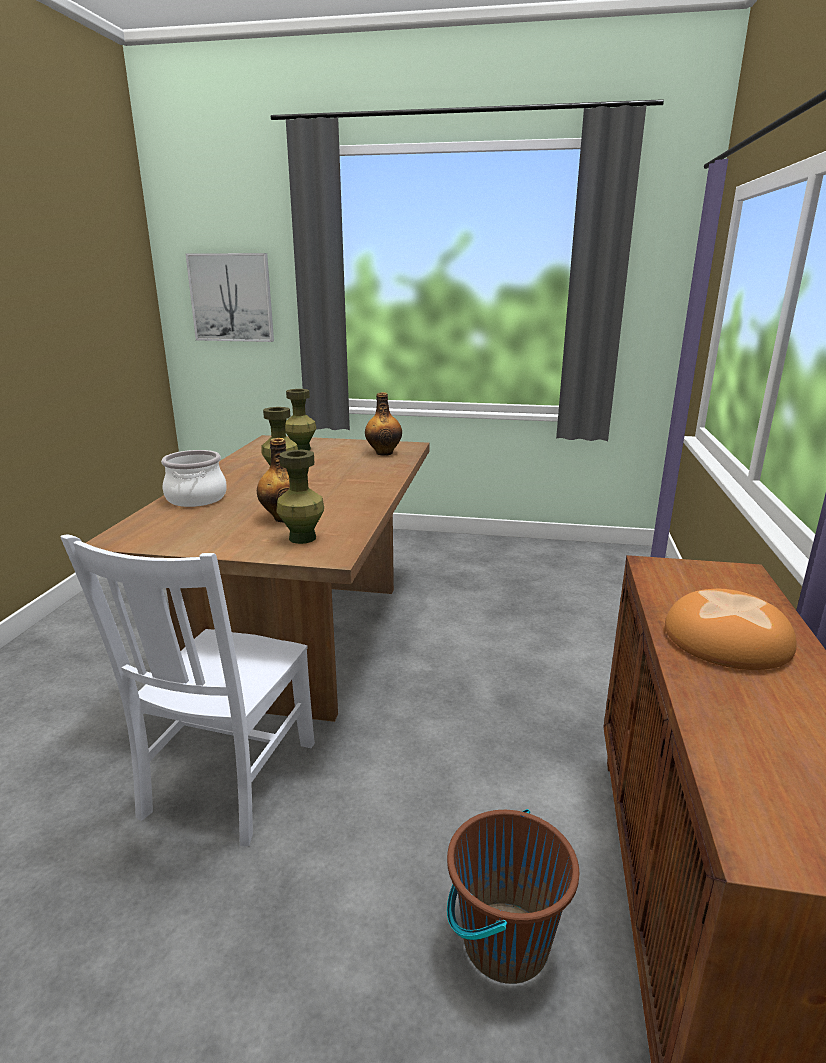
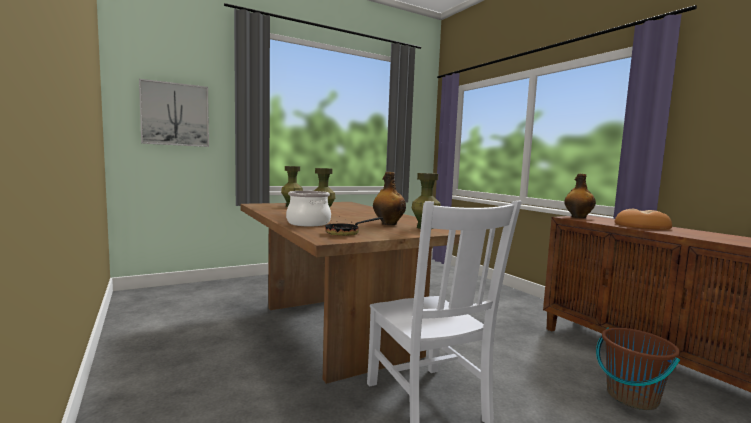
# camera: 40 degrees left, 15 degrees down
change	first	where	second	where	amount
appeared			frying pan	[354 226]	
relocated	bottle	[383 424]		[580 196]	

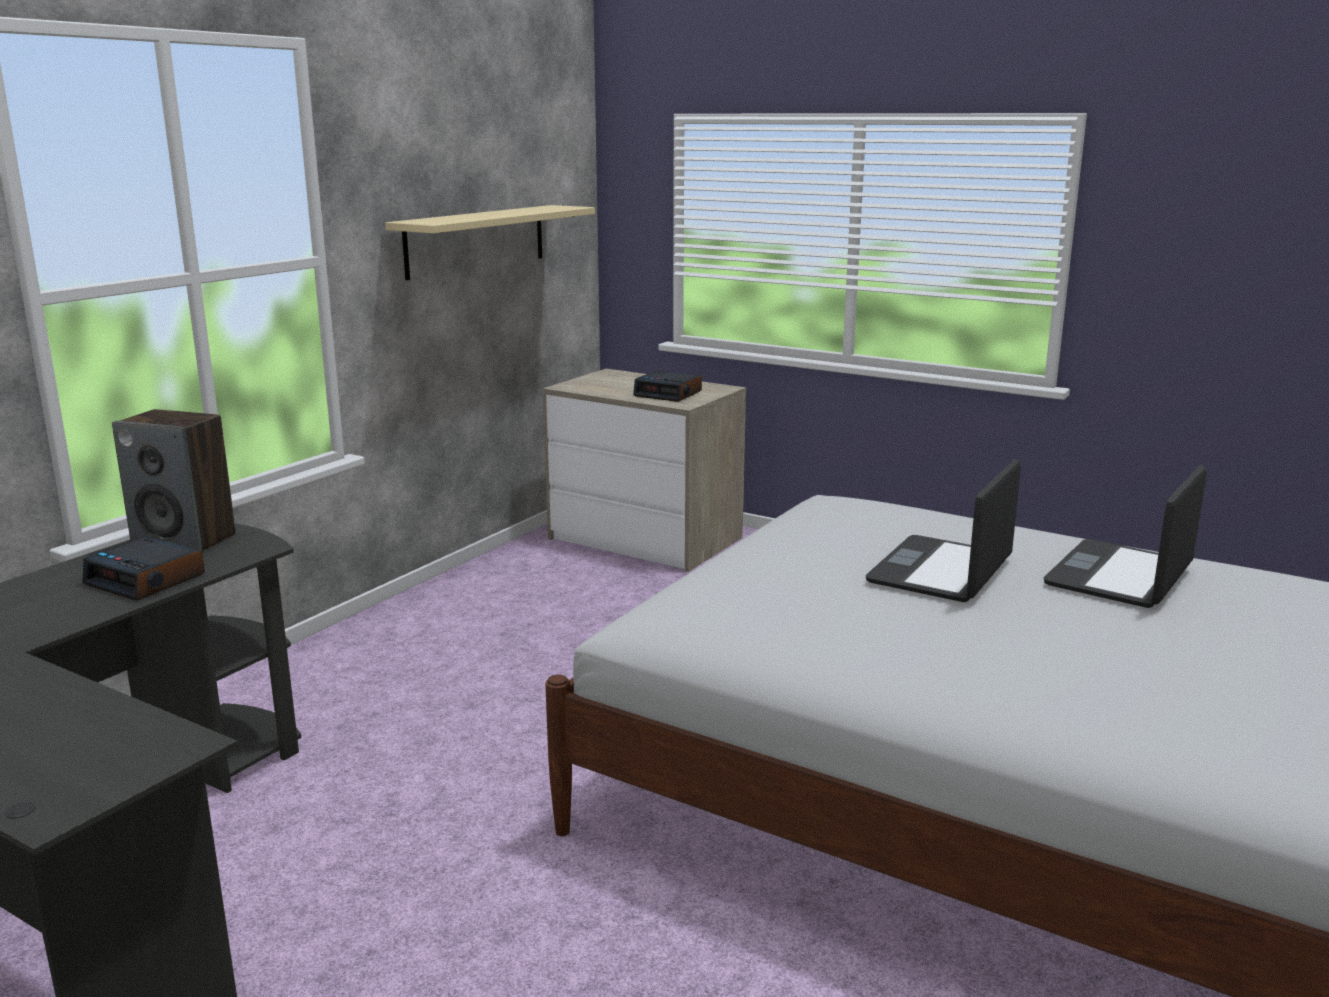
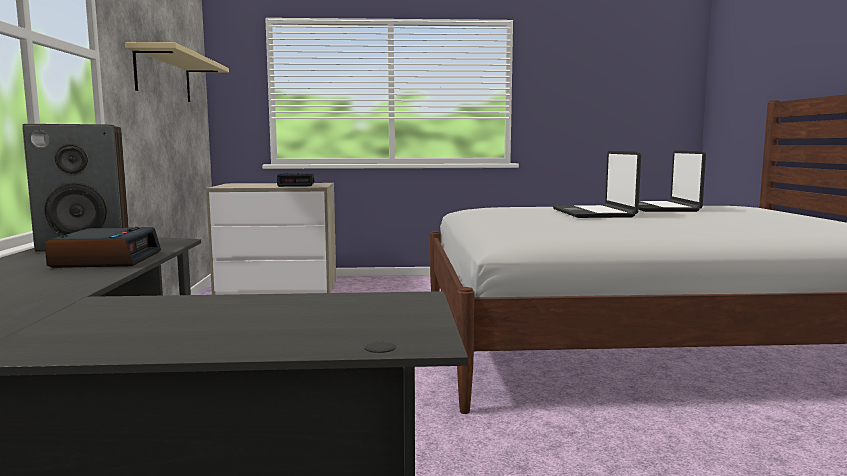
# camera: 35 degrees left, 10 degrees down
change	first	where	second	where	amount
spun	alarm clock	[143 568]		[103 247]	90 degrees counterclockwise

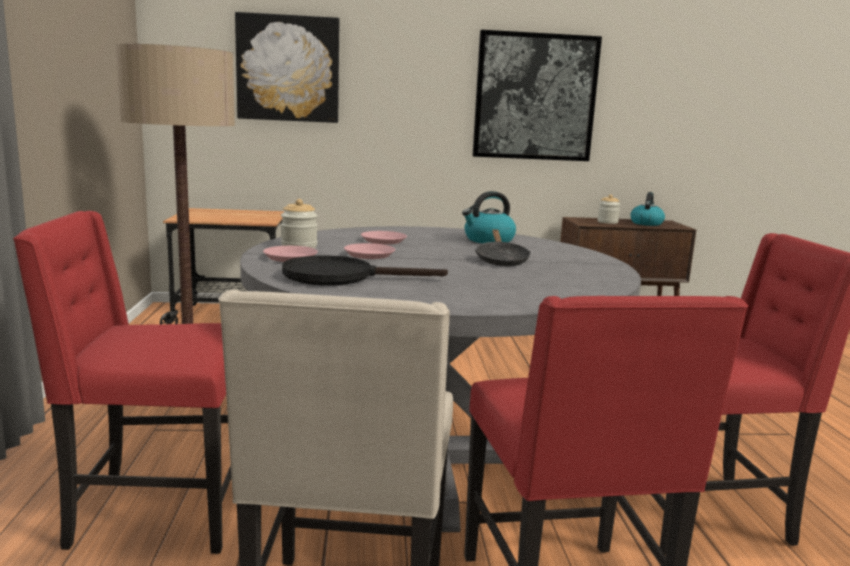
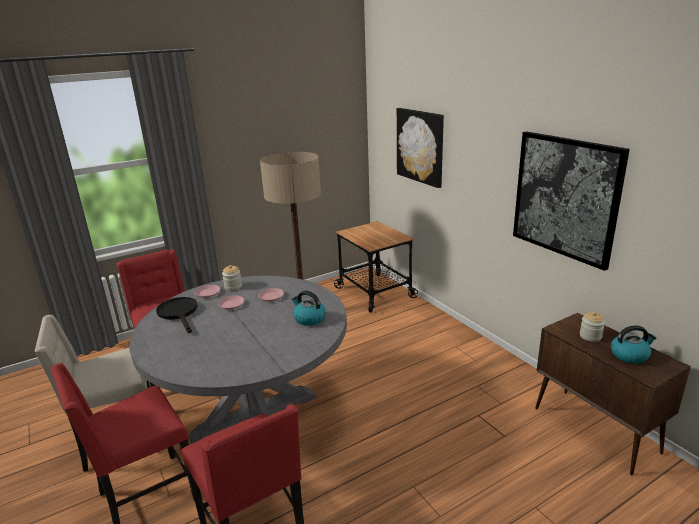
# camera: 65 degrees right, 10 degrees up
change	first	where	second	where	amount
missing	black frying pan	[503 247]			

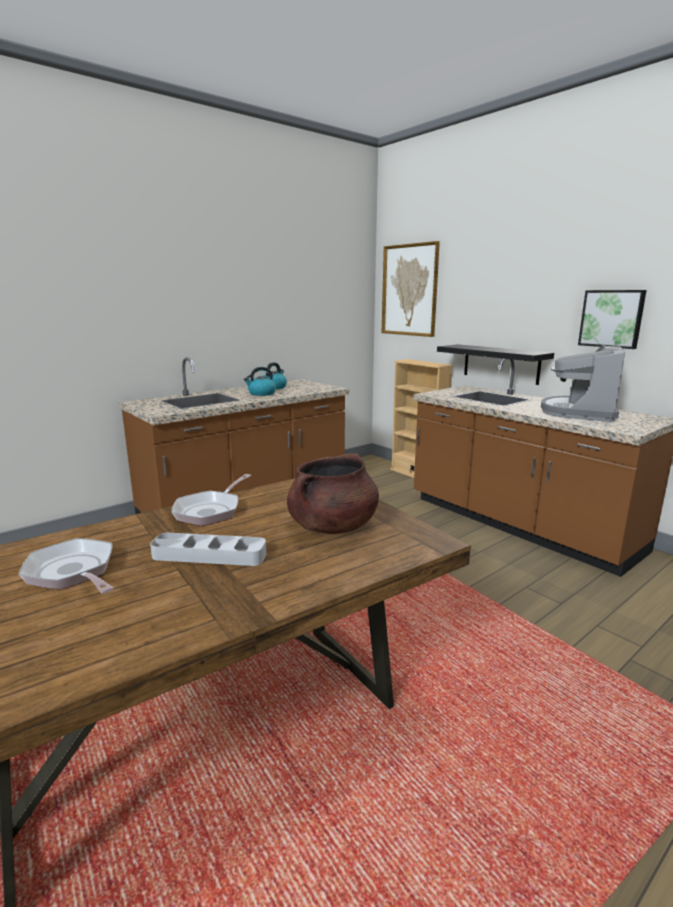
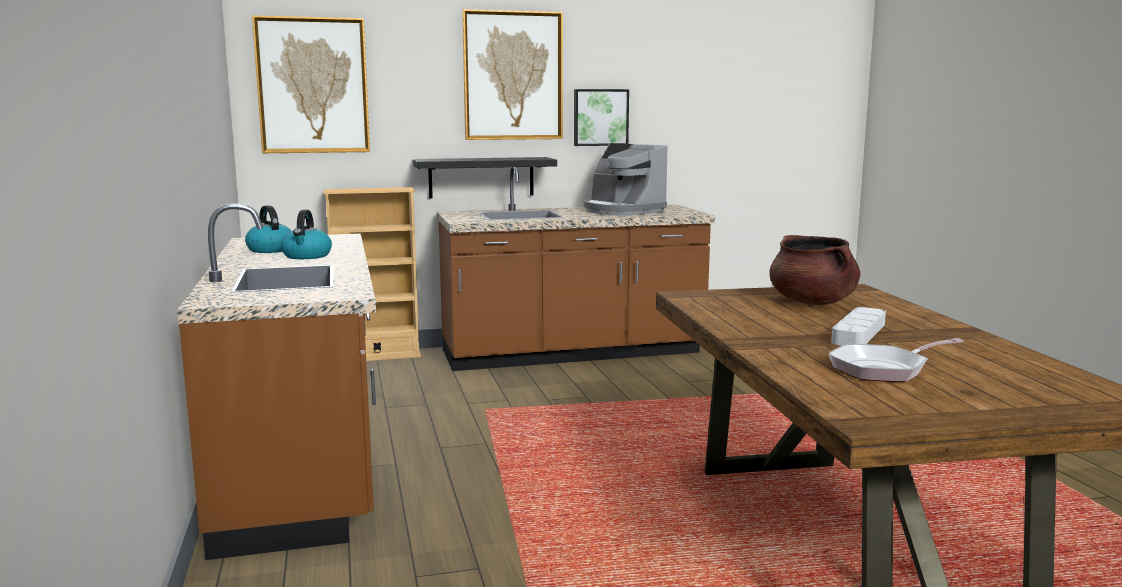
# camera: 65 degrees left, 5 degrees down
change	first	where	second	where	amount
appeared			picture	[512 74]	
missing	frying pan	[211 500]			

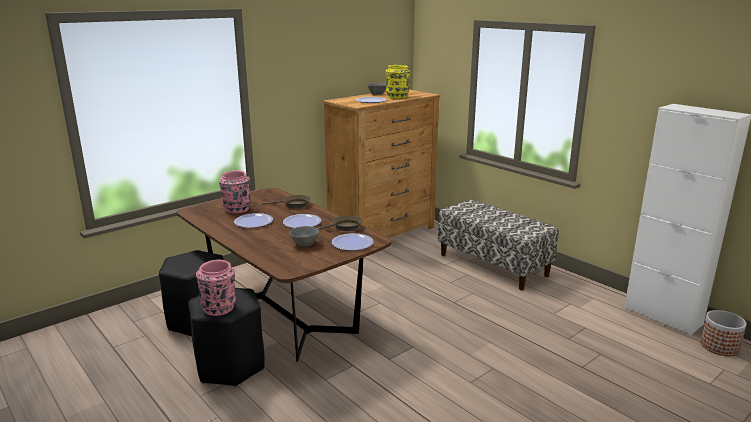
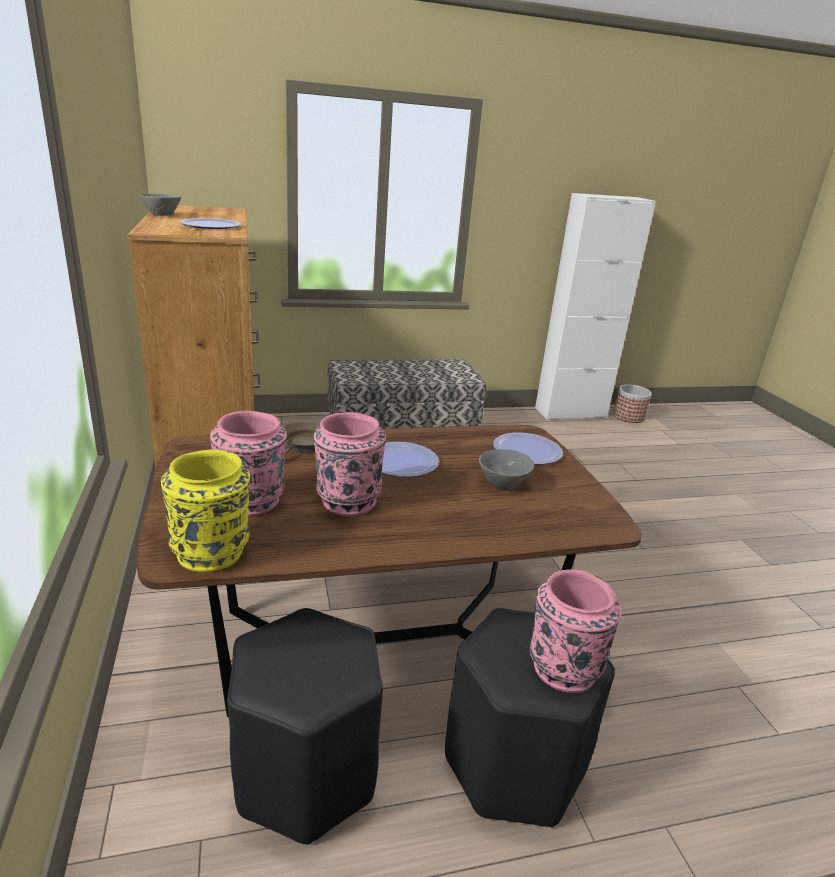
# camera: 65 degrees left, 5 degrees up
change	first	where	second	where	amount
relocated	yellow vase	[398 82]		[205 510]	
exchanged	plate	[253 220]	pink vase	[350 464]	
missing	brown frying pan	[340 223]			

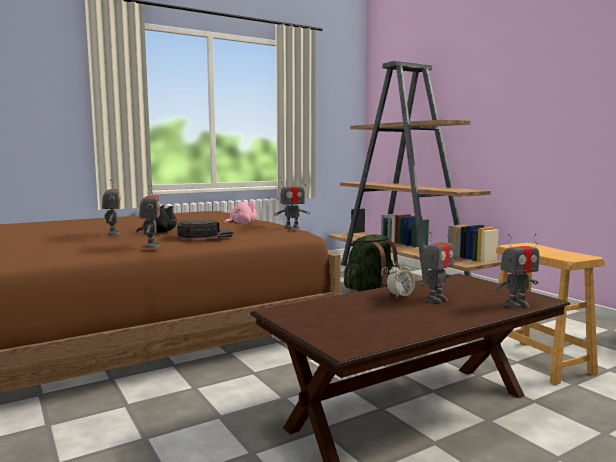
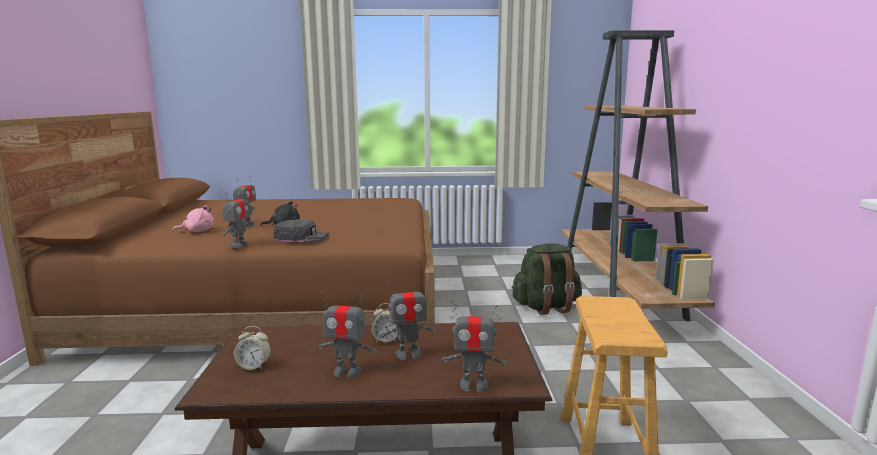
# camera: 30 degrees right, 5 degrees up
change	first	where	second	where	amount
relocated	pink plush toy	[240 212]		[193 218]	
appeared			alarm clock	[252 348]	
relocated	toy robot	[292 203]		[347 334]	

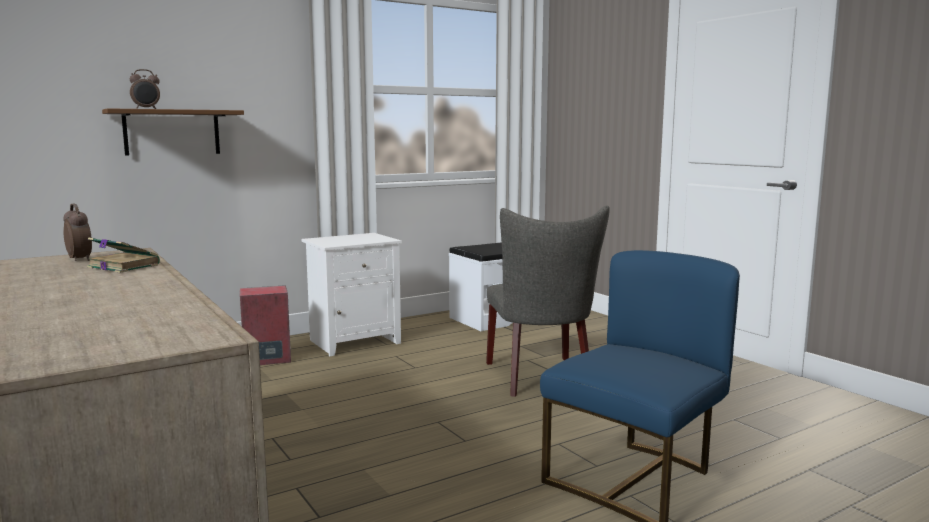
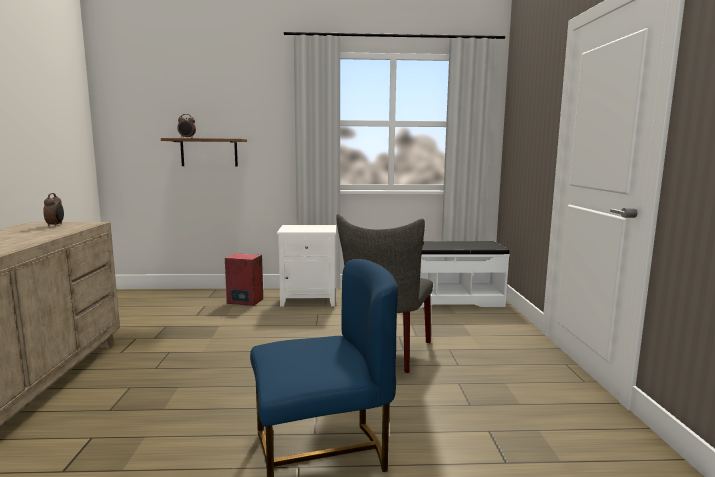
# camera: 30 degrees right, 0 degrees up
change	first	where	second	where	amount
missing	book	[123 255]			

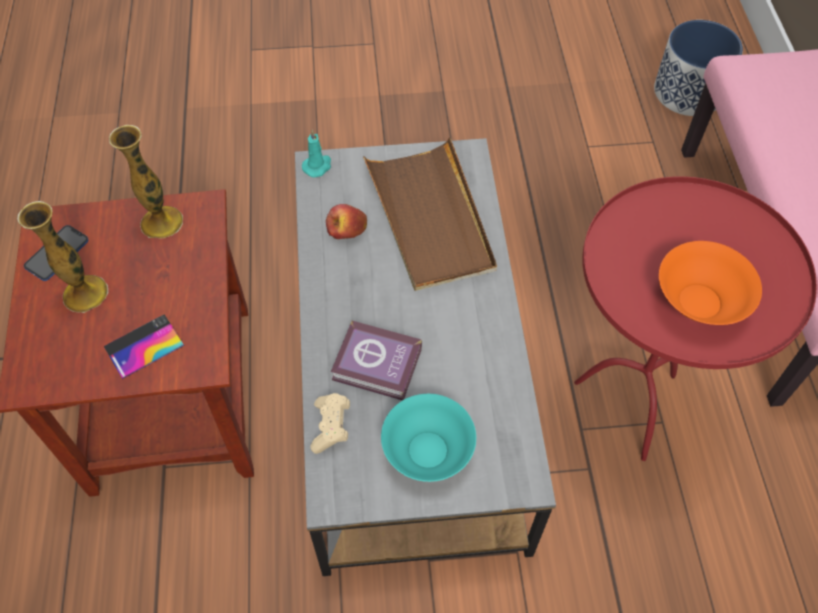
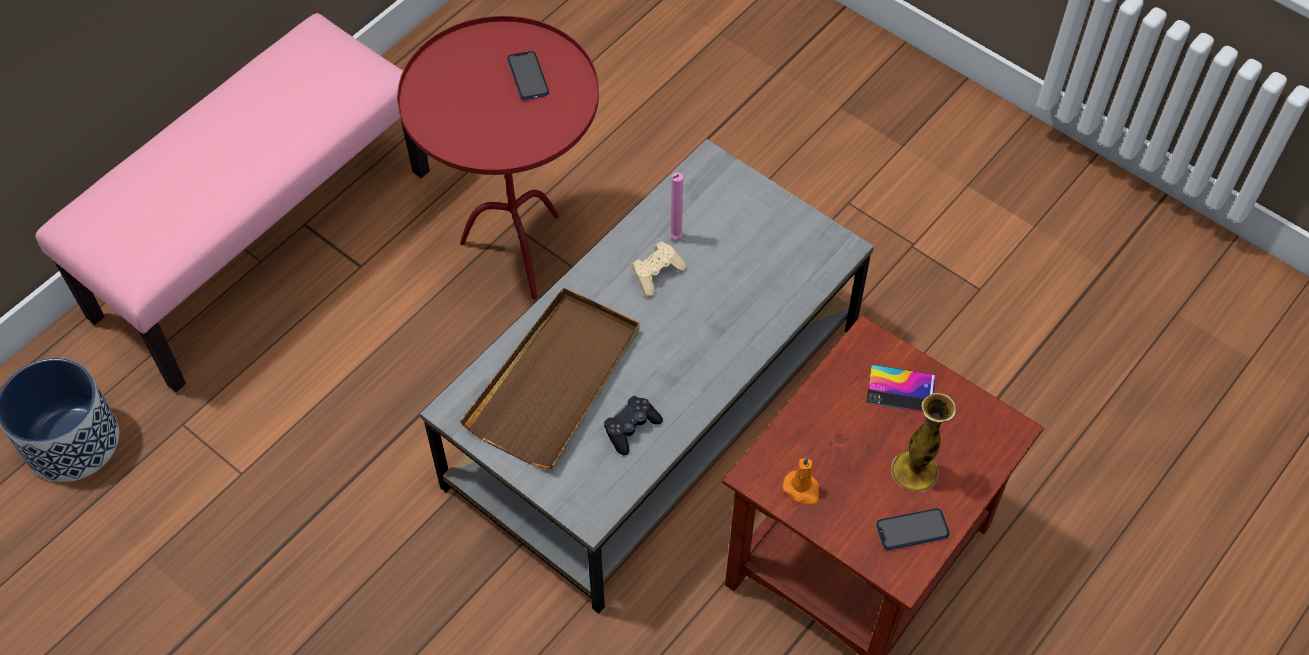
# camera: 135 degrees left, 0 degrees up
change	first	where	second	where	amount
exchanged	orange bowl	[710 283]	phone	[528 75]	
exchanged	apple	[346 221]	black game controller	[633 425]	
relocated	beige game controller	[330 423]		[658 269]	
appeared			pink candle	[676 205]	
exchanged	vase	[146 181]	orange candle	[801 481]	
missing	turquoise candle	[316 154]			
missing	book	[376 360]			
missing	turquoise bowl	[428 438]			

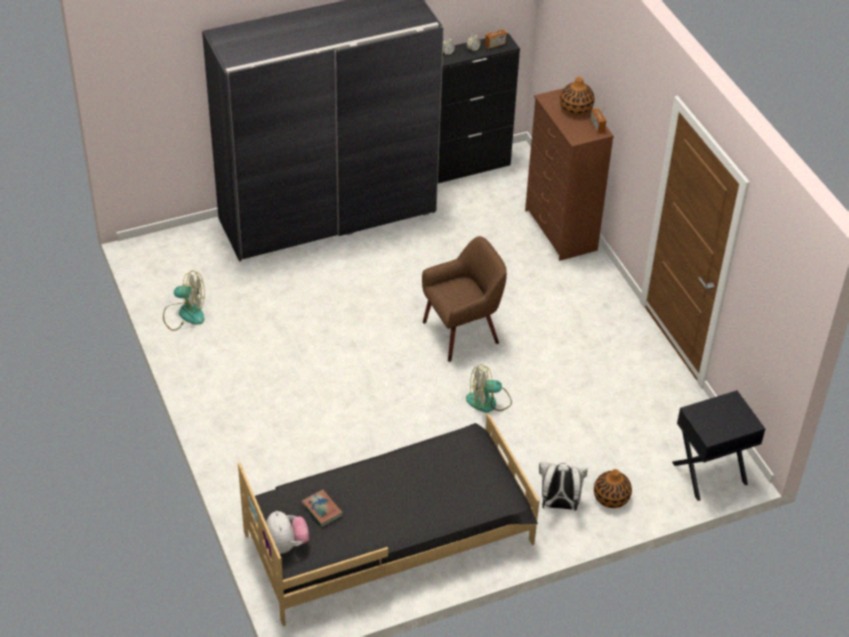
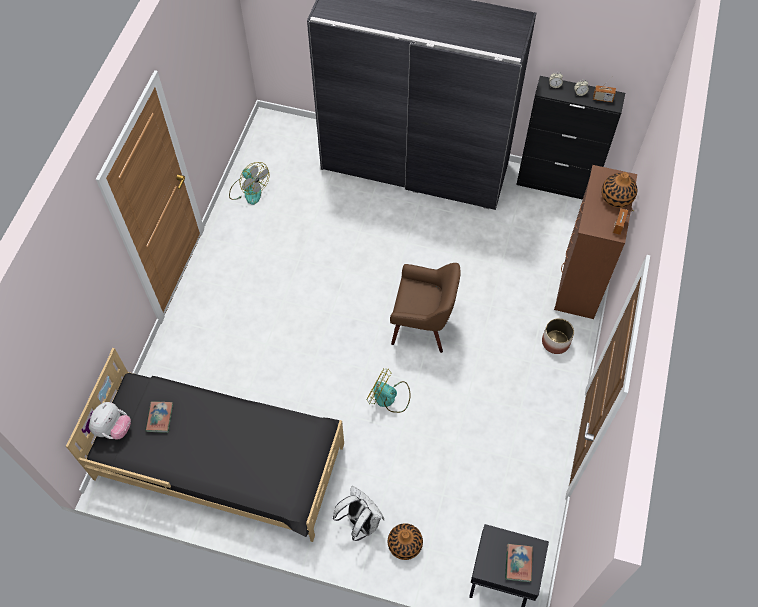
# camera: 40 degrees right, 15 degrees up
change	first	where	second	where	amount
appeared			book	[519 563]	
appeared			planter	[558 336]	

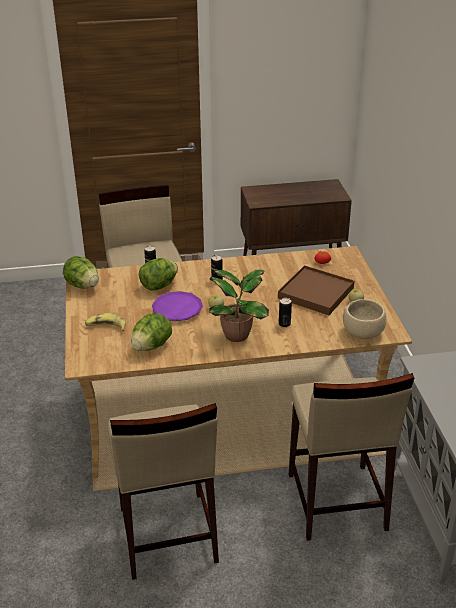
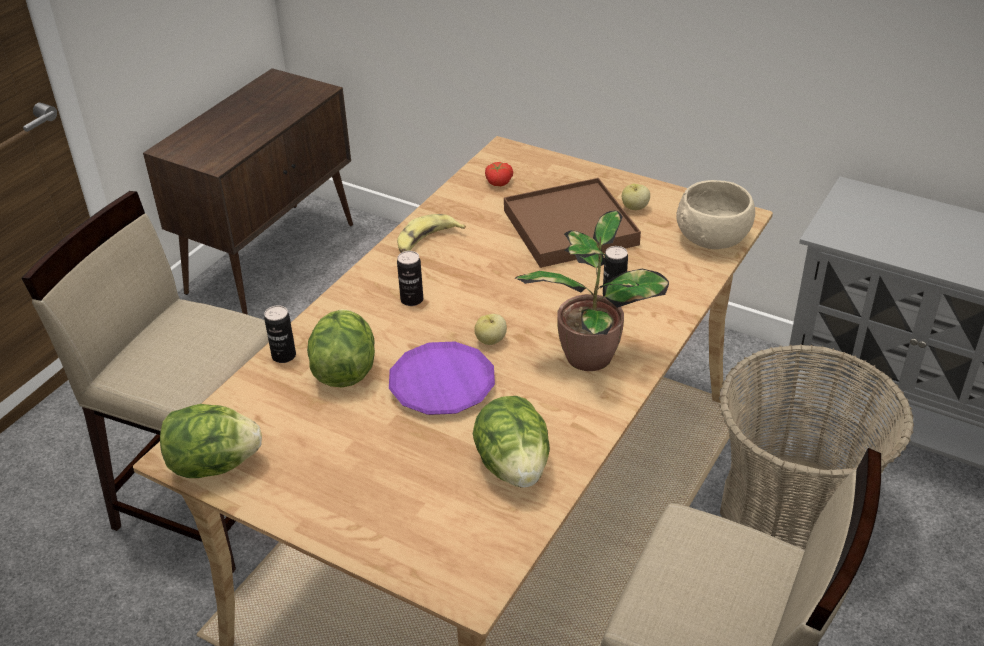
# camera: 50 degrees left, 5 degrees up
change	first	where	second	where	amount
relocated	banana	[105 322]		[431 233]	
exchanged	beige stool	[351 457]	basket	[816 447]	

